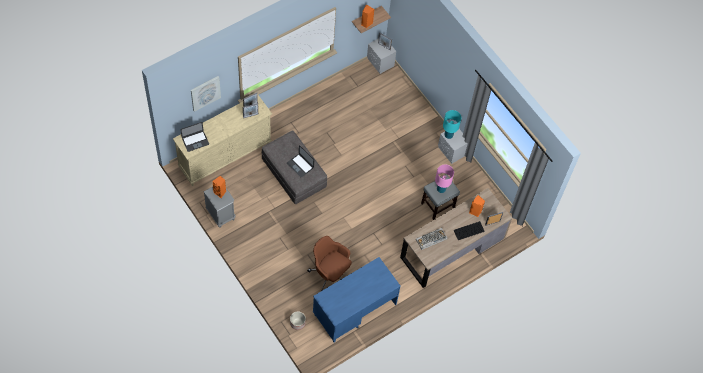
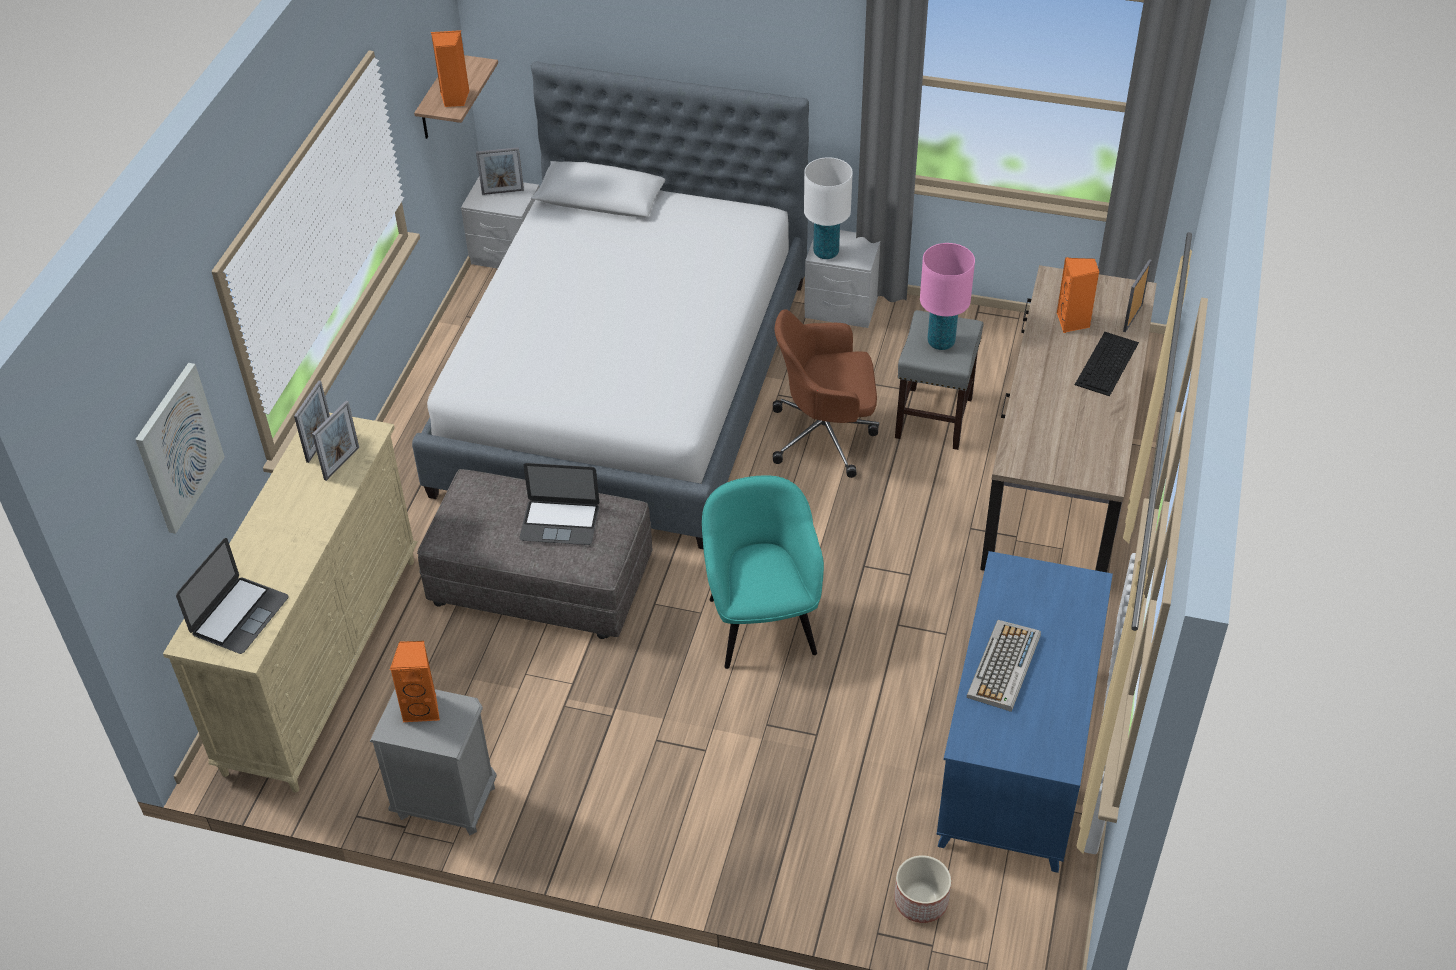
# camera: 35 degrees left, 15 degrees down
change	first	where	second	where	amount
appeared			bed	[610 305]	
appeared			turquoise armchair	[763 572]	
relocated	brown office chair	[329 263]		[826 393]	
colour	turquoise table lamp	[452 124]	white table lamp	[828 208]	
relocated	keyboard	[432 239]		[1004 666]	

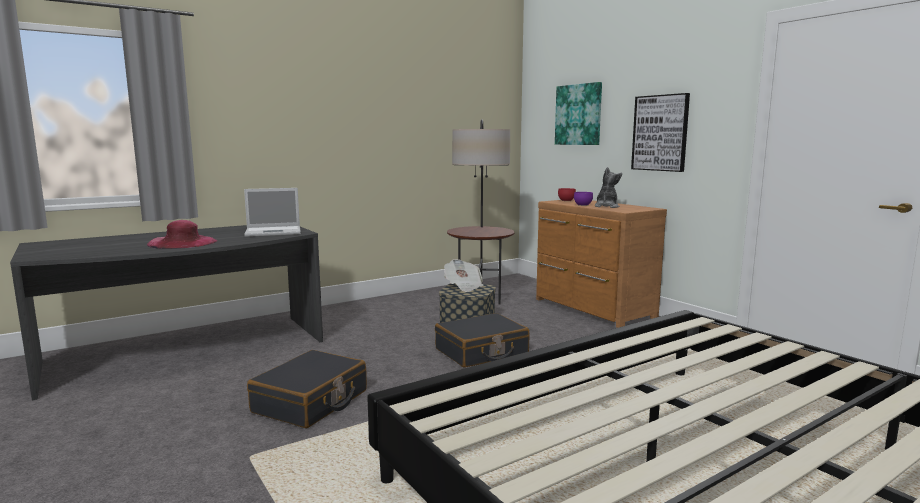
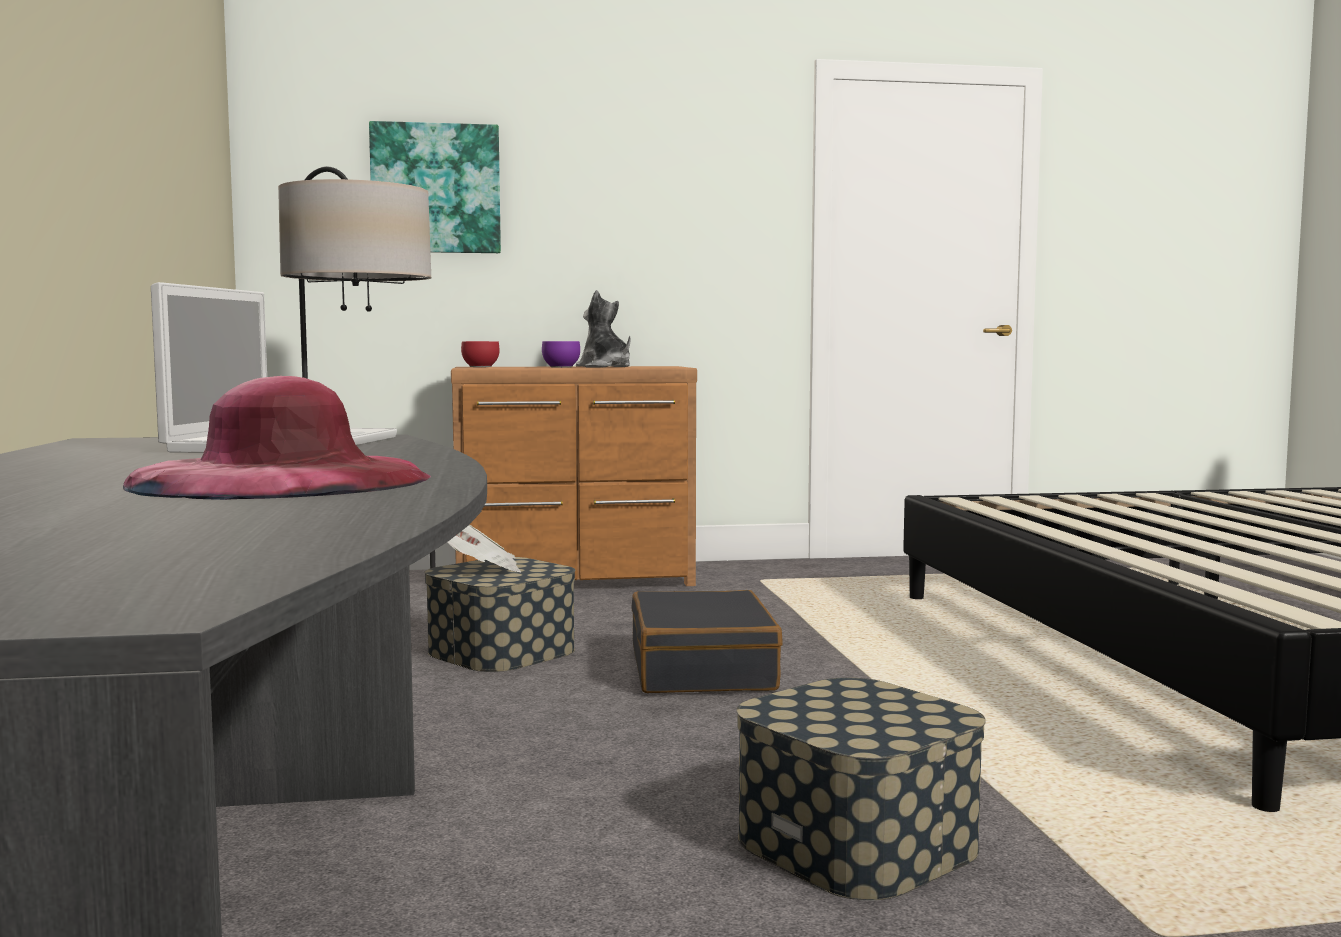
# camera: 65 degrees left, 5 degrees down
change	first	where	second	where	amount
exchanged	black suitcase	[307 389]	storage box	[861 789]	
missing	picture	[660 132]			

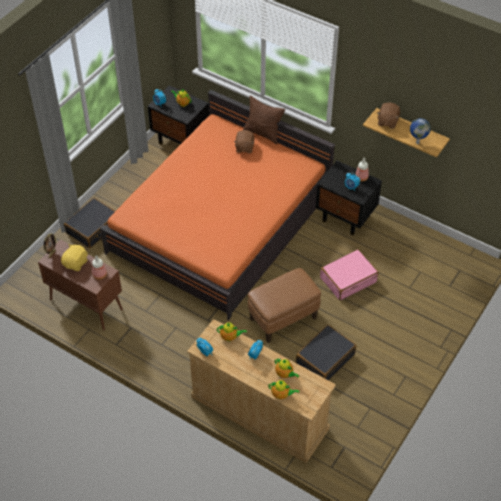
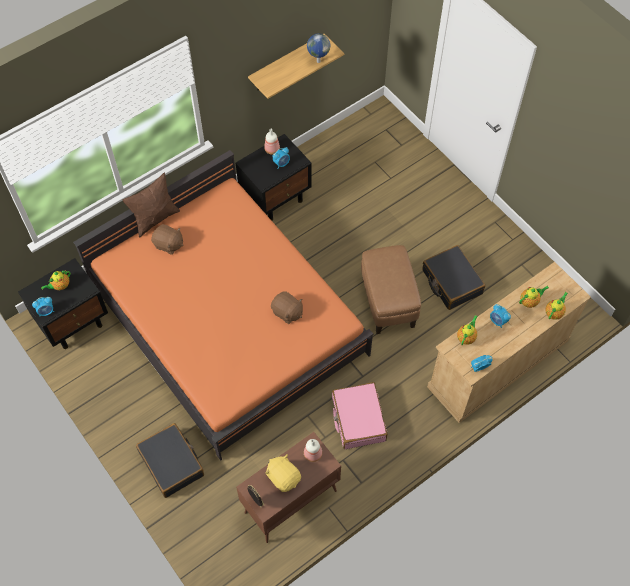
# camera: 70 degrees left, 10 degrees up
change	first	where	second	where	amount
relocated	brown plush toy	[388 115]		[287 307]	
relocated	pink suitcase	[349 275]		[360 415]	

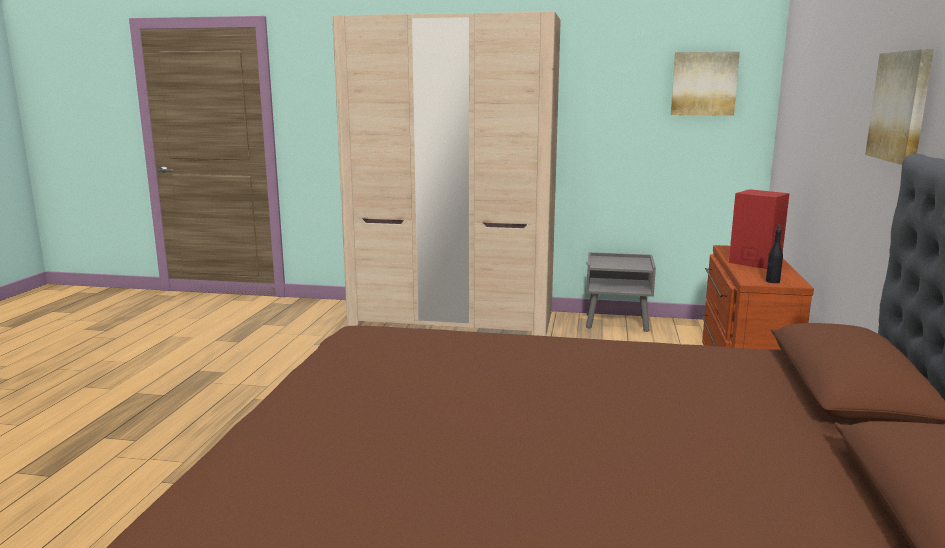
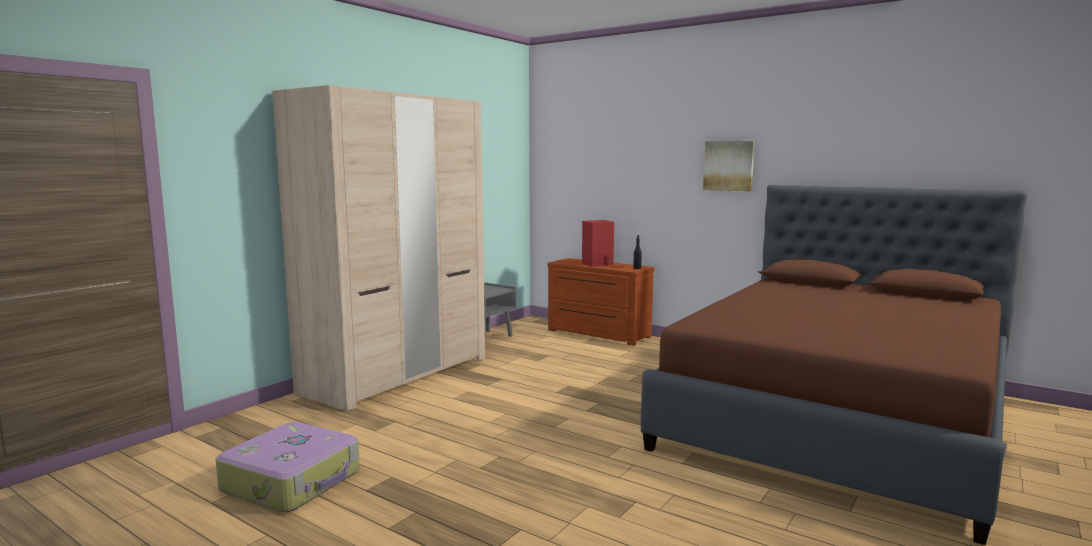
# camera: 65 degrees left, 5 degrees down
change	first	where	second	where	amount
appeared			suitcase	[288 467]	
missing	picture	[705 84]			

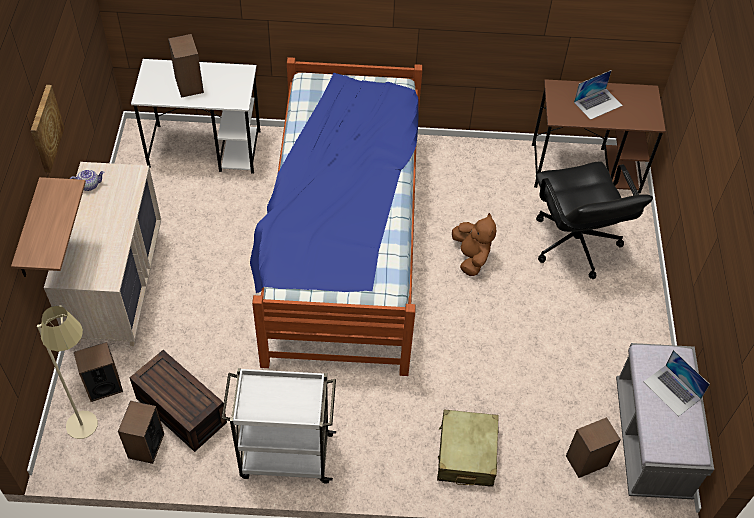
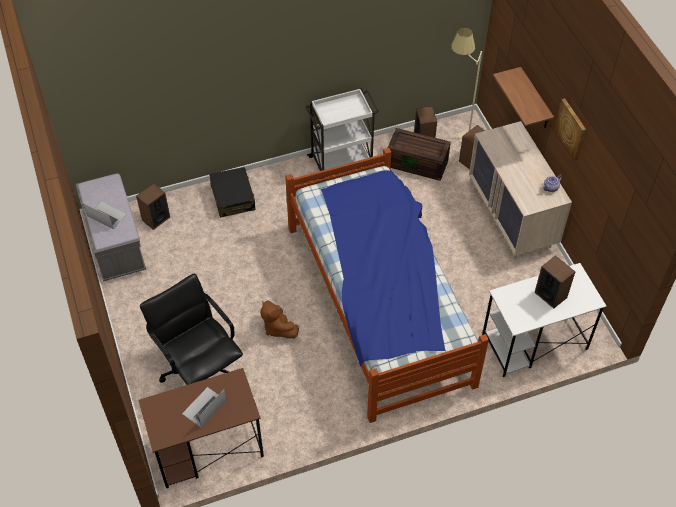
# camera: 160 degrees right, 0 degrees up
change	first	where	second	where	amount
colour	beige suitcase	[468 448]	black suitcase	[232 192]	

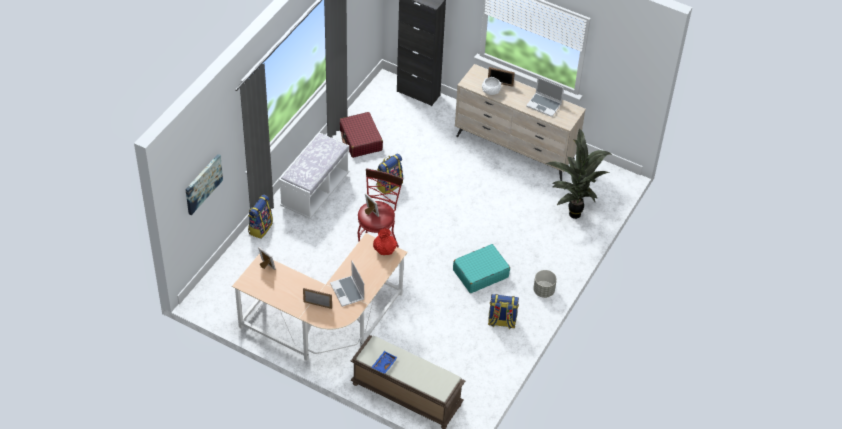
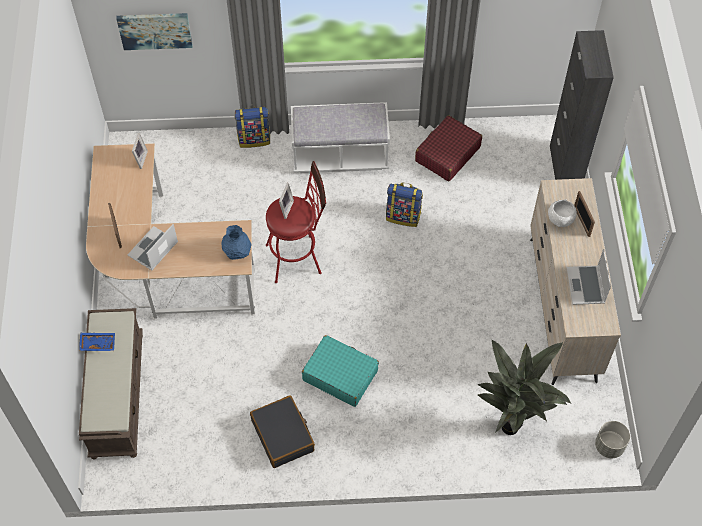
# camera: 60 degrees right, 10 degrees up
change	first	where	second	where	amount
colour	red vase	[385 241]	blue vase	[237 242]	
exchanged	backpack	[503 311]	black suitcase	[282 431]	
relocated	grey planter	[545 284]		[612 439]	

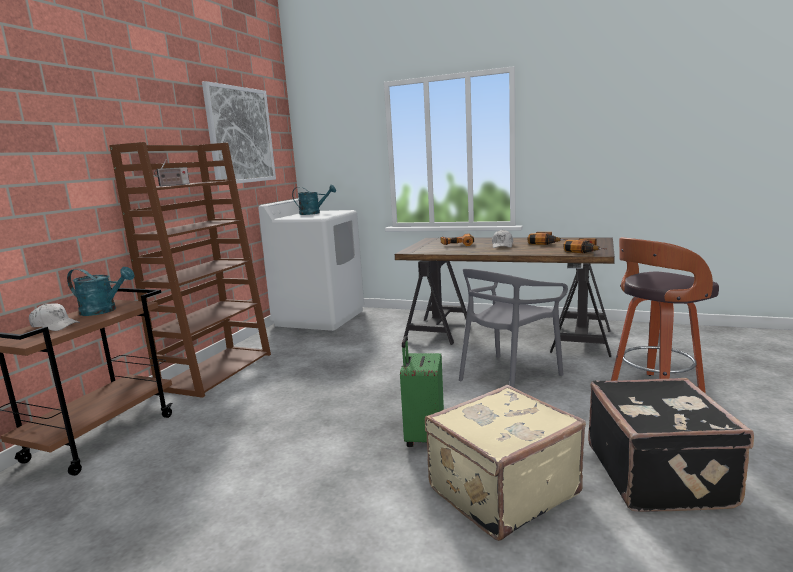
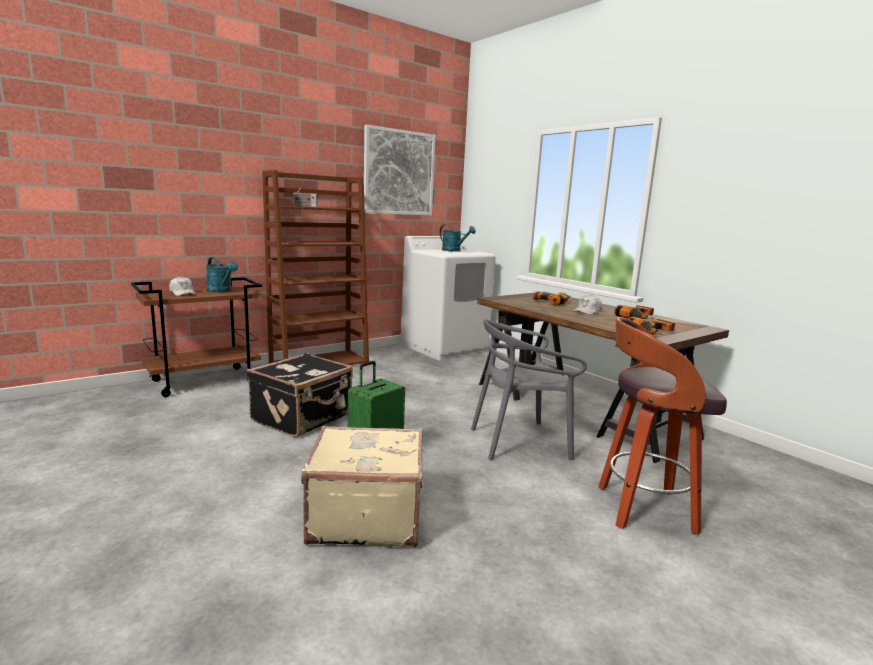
# camera: 30 degrees right, 0 degrees up
change	first	where	second	where	amount
relocated	black suitcase	[671 445]		[300 395]	

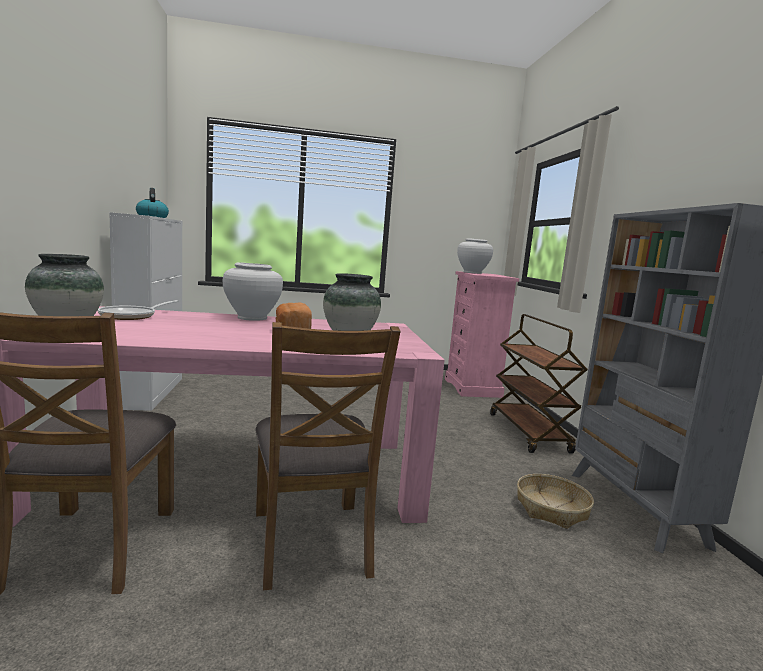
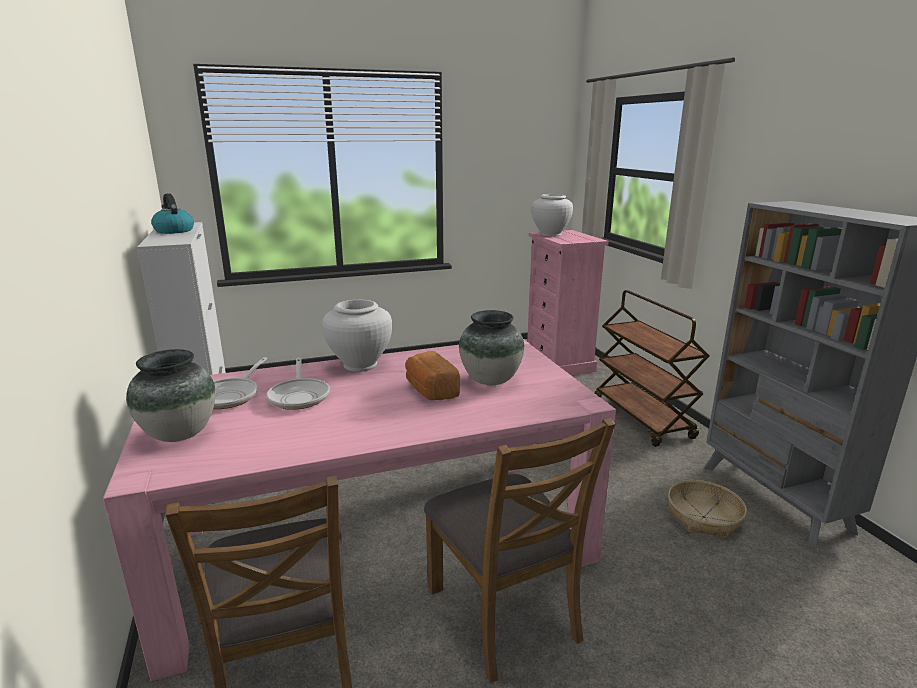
# camera: 10 degrees left, 10 degrees up
change	first	where	second	where	amount
appeared			frying pan	[298 384]	

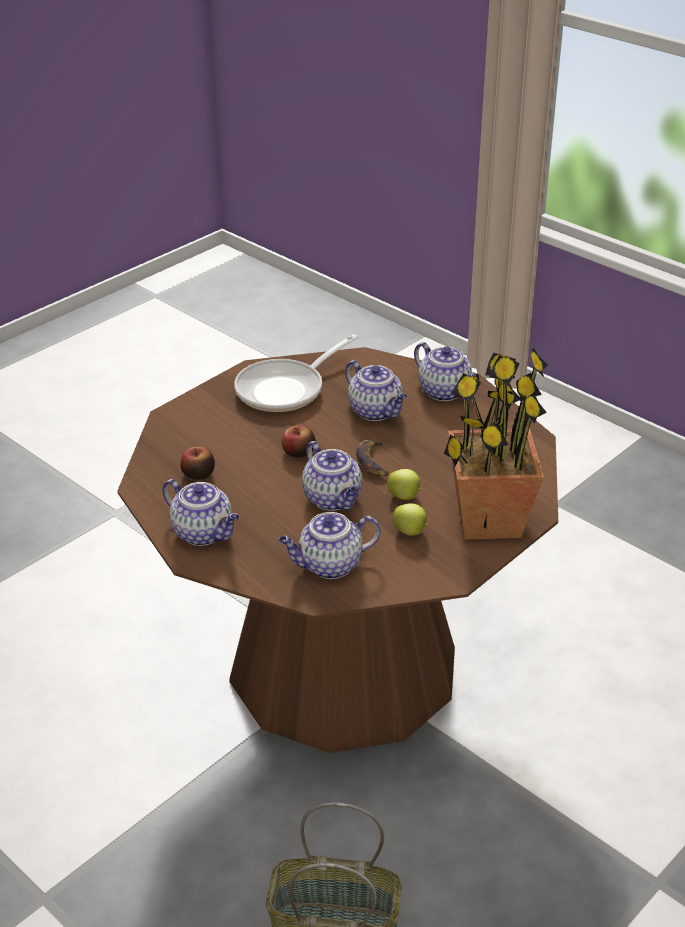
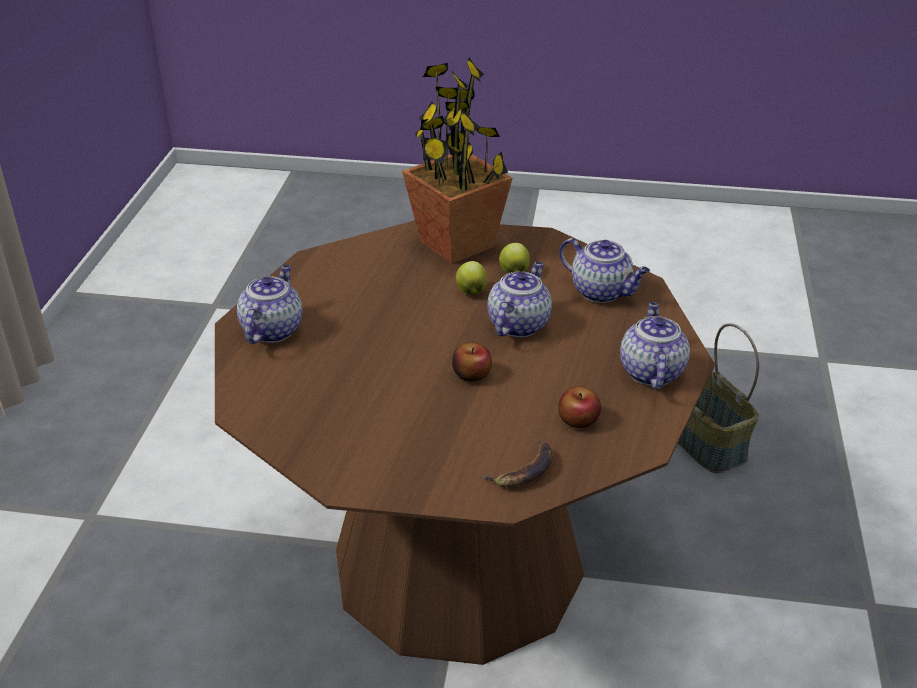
# camera: 125 degrees left, 0 degrees up
change	first	where	second	where	amount
relocated	banana	[372 458]		[516 464]	
missing	frying pan	[296 373]			
missing	teapot	[376 390]			

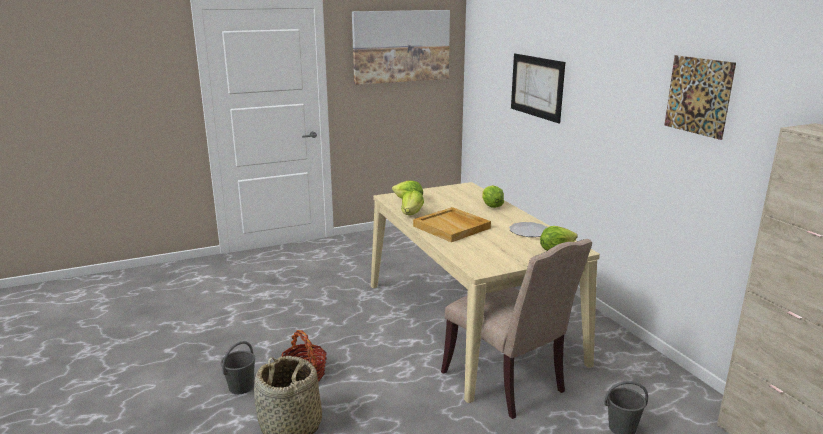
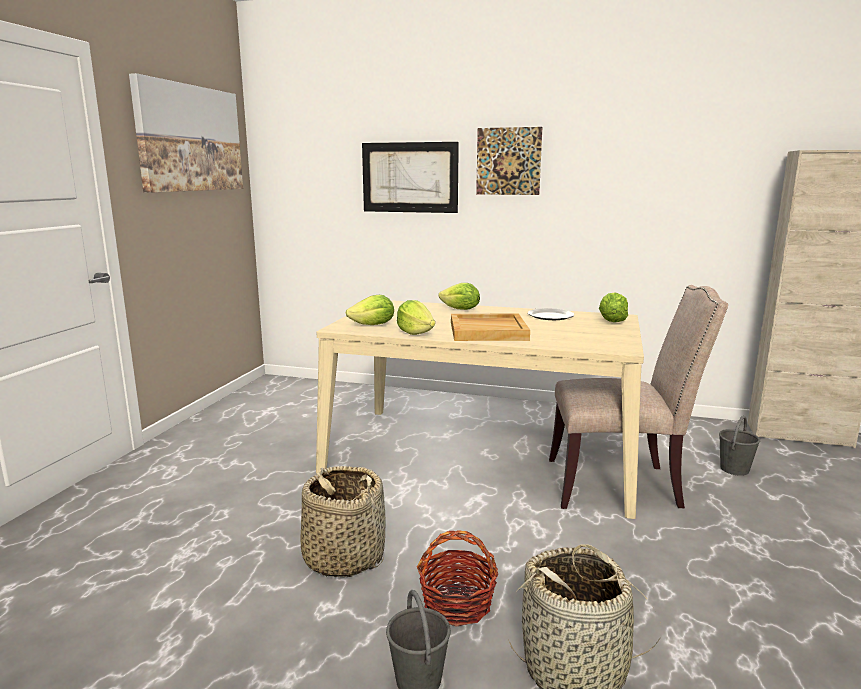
# camera: 50 degrees left, 5 degrees down
change	first	where	second	where	amount
appeared			basket	[343 522]	
relocated	picture	[700 97]		[509 161]	

